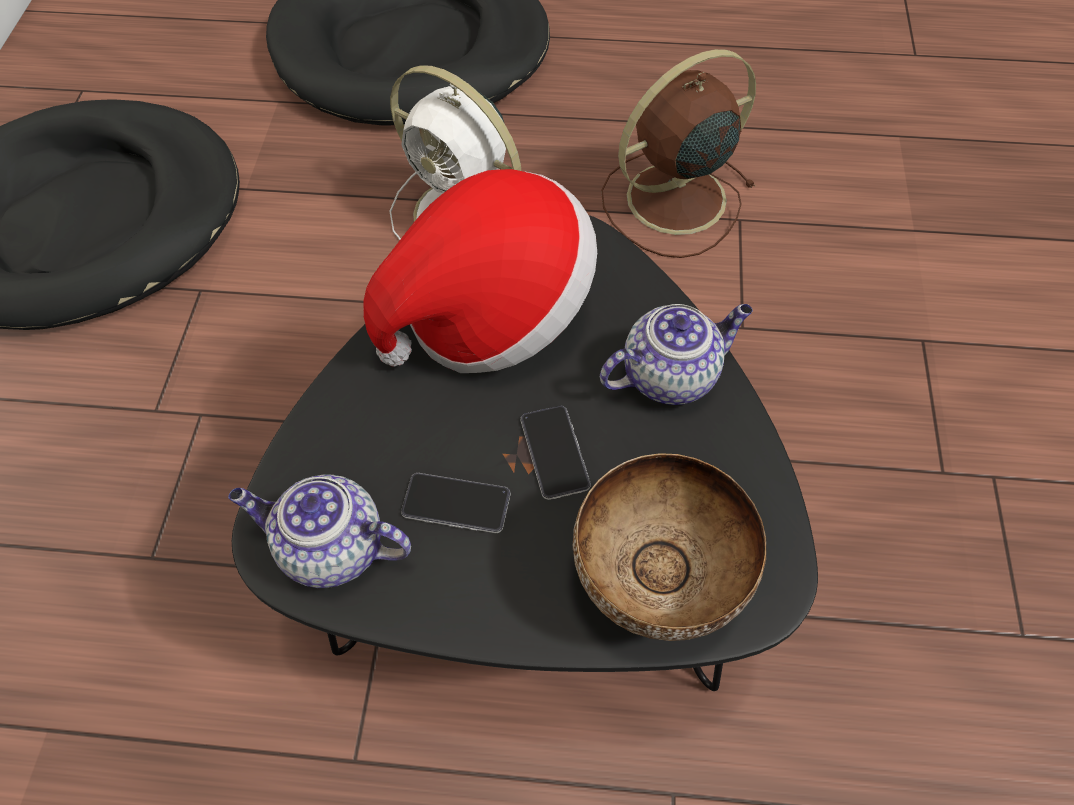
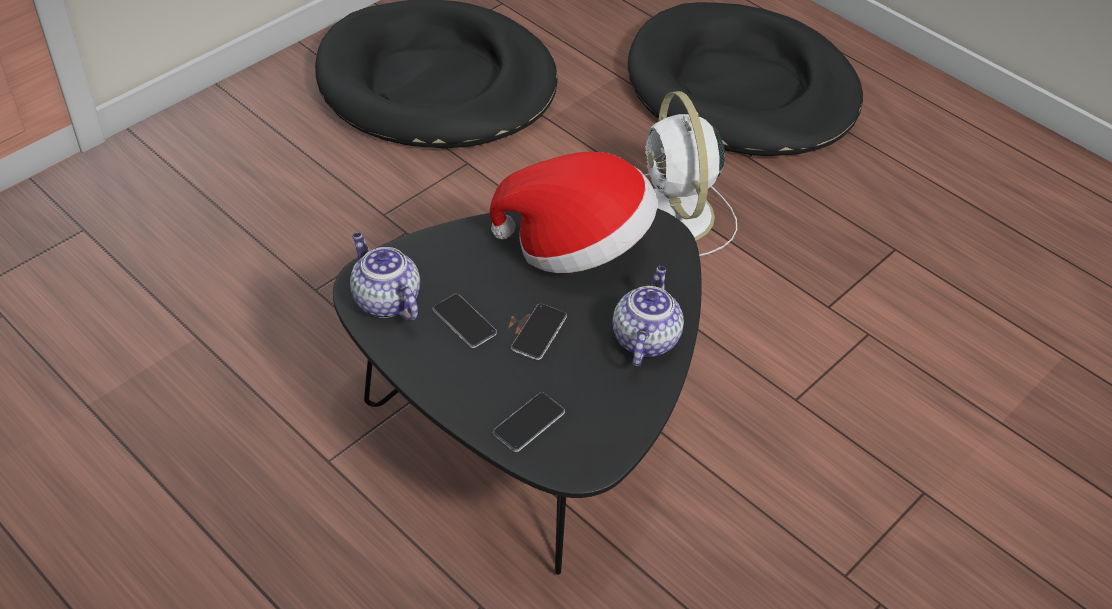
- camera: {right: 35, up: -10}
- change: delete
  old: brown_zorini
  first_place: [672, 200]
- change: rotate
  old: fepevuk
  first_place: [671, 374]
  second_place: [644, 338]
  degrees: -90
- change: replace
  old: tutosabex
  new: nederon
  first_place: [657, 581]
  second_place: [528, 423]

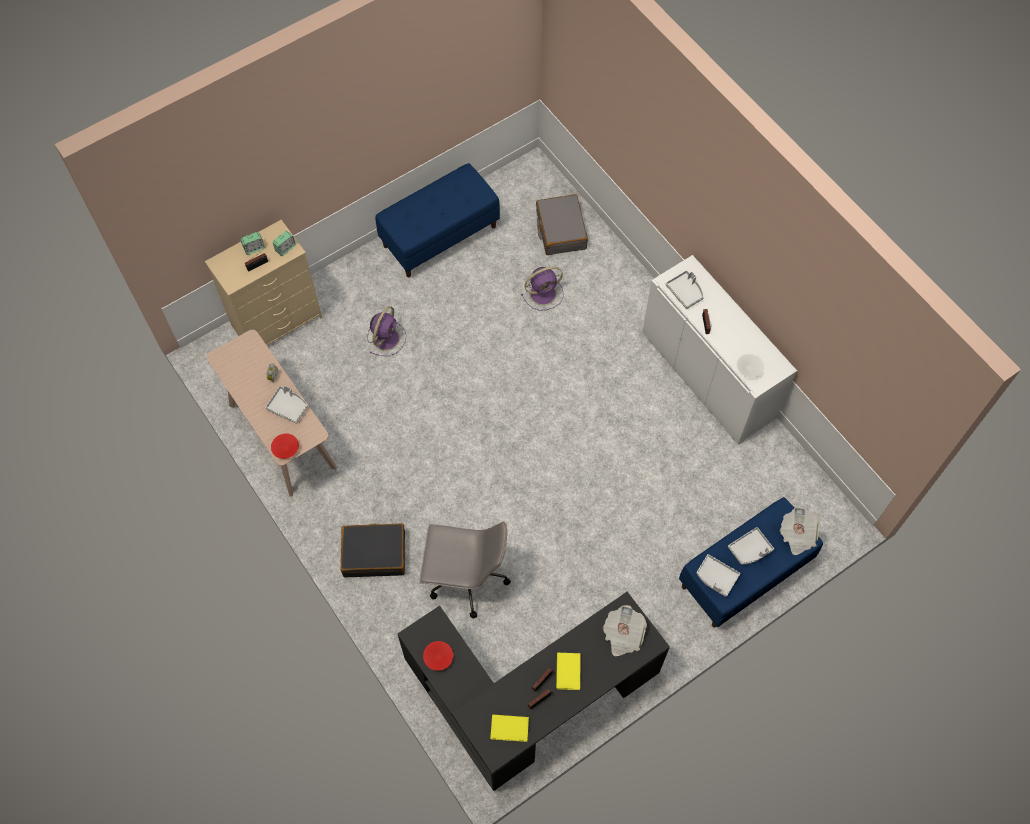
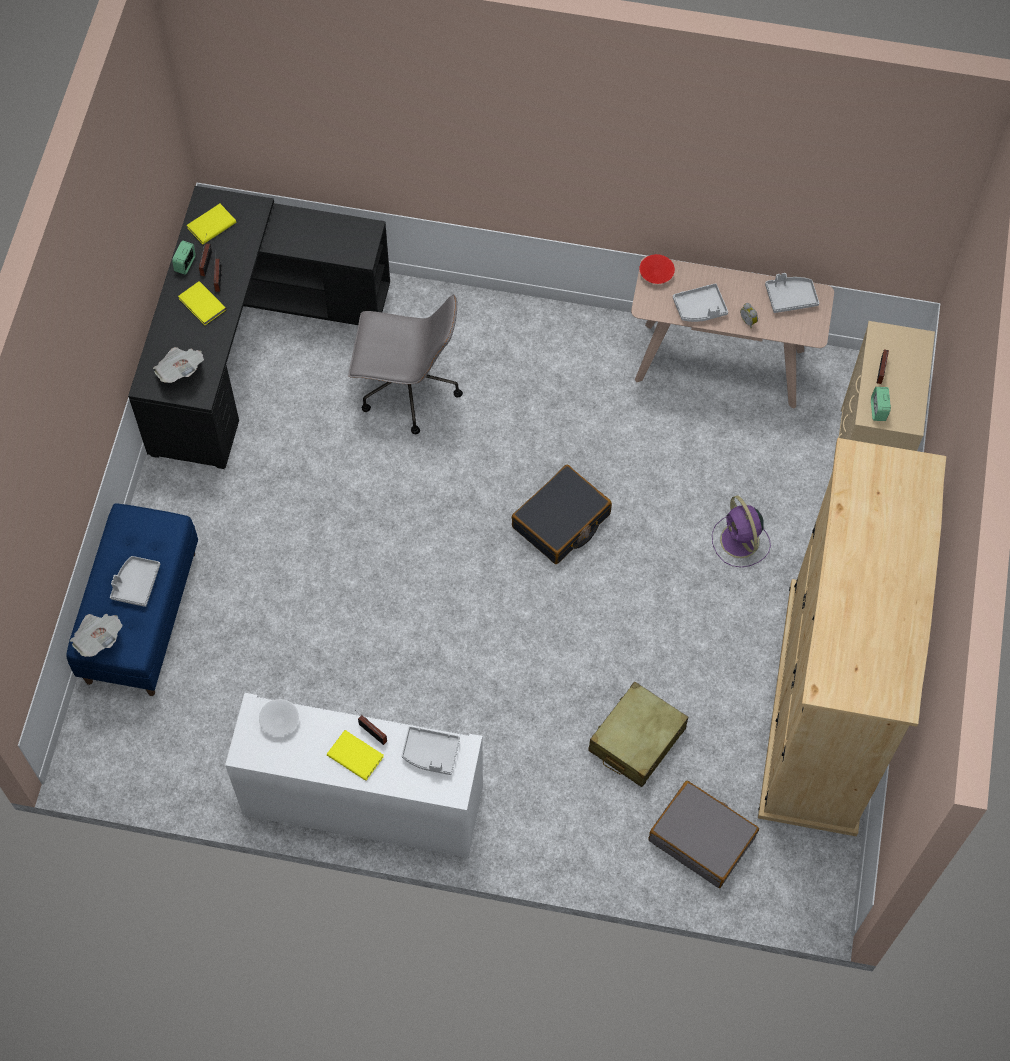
- camera: {right: 135, up: 0}
- change: replace
  old: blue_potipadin
  new: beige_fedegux
  first_place: [440, 235]
  second_place: [823, 706]
- change: move
  old: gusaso
  first_place: [254, 248]
  second_place: [185, 264]
- change: replace
  old: purple_zorini
  new: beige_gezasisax
  first_place: [544, 293]
  second_place: [636, 740]
- change: rotate
  old: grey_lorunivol
  first_place: [466, 579]
  second_place: [407, 390]
  degrees: -135
- change: move
  old: black_gezasisax
  first_place: [374, 553]
  second_place: [561, 521]
- change: move
  old: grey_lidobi
  first_place: [716, 577]
  second_place: [790, 297]
- change: delete
  old: red_tutosabex
  first_place: [438, 657]
- change: insert
  new: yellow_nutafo
  second_place: [355, 754]

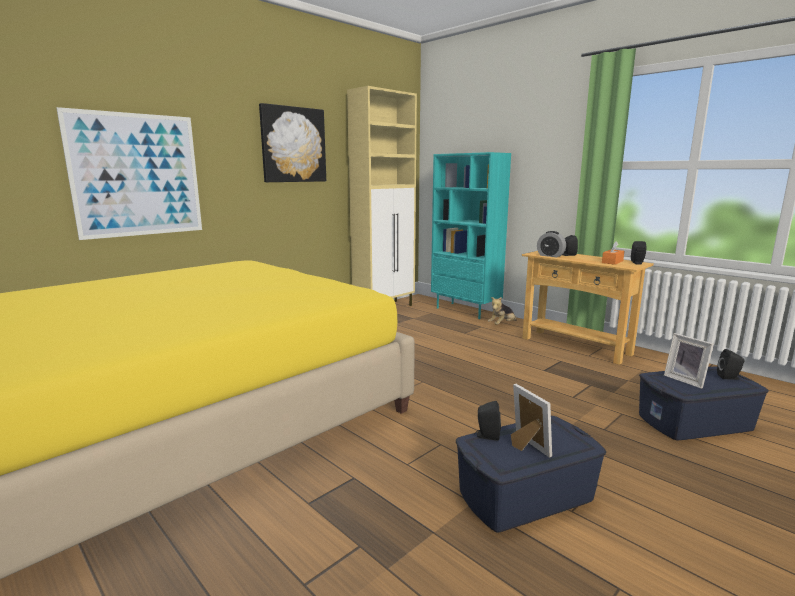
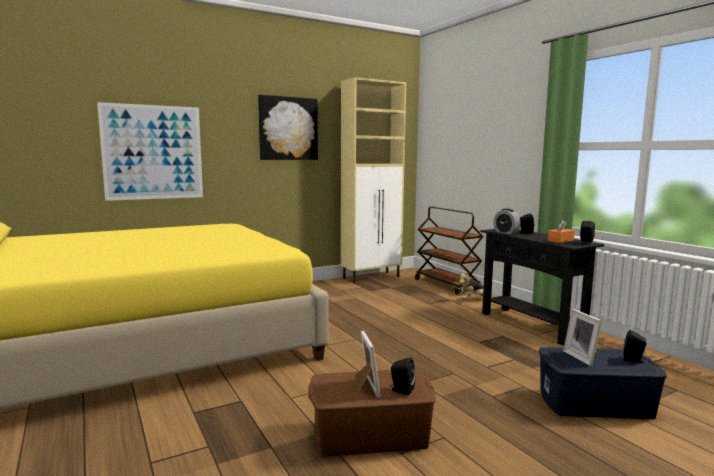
- camera: {right: 15, up: -5}
- change: replace
  old: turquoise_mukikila
  new: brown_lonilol
  first_place: [466, 311]
  second_place: [447, 285]
- change: recolor
  old: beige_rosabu
  new: black_rosabu
  first_place: [575, 346]
  second_place: [531, 325]
- change: move
  old: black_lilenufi
  first_place: [487, 436]
  second_place: [401, 390]
- change: recolor
  old: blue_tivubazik
  new: brown_tivubazik
  first_place: [524, 494]
  second_place: [370, 434]

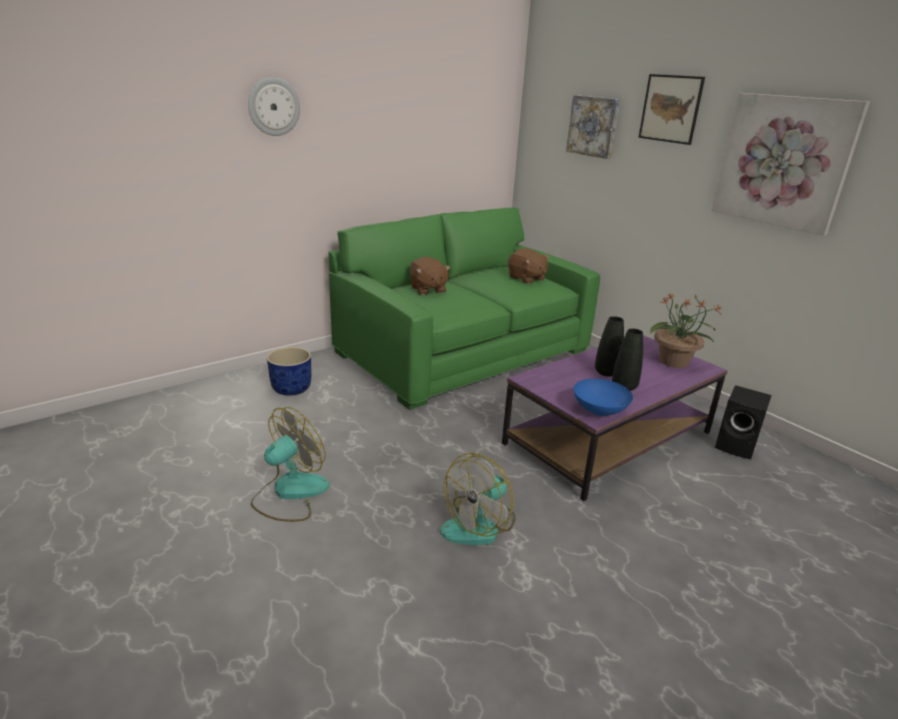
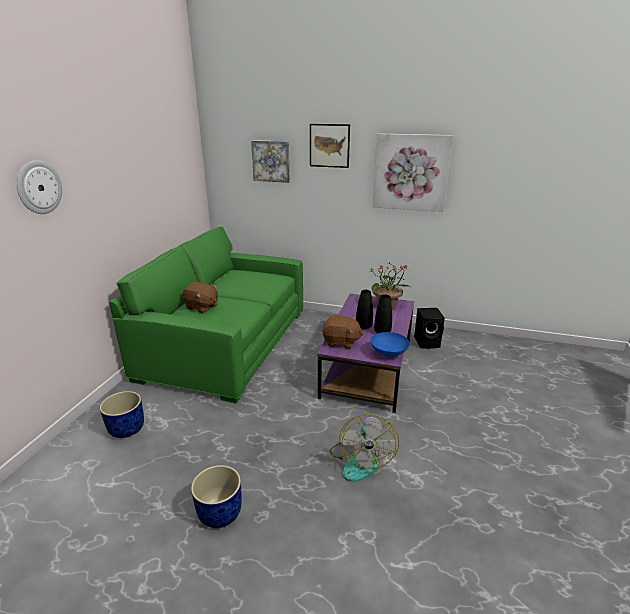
- camera: {right: -35, up: 0}
- change: move
  old: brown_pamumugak
  first_place: [526, 279]
  second_place: [341, 342]
- change: replace
  old: zorini
  new: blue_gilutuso
  first_place: [290, 493]
  second_place: [219, 513]

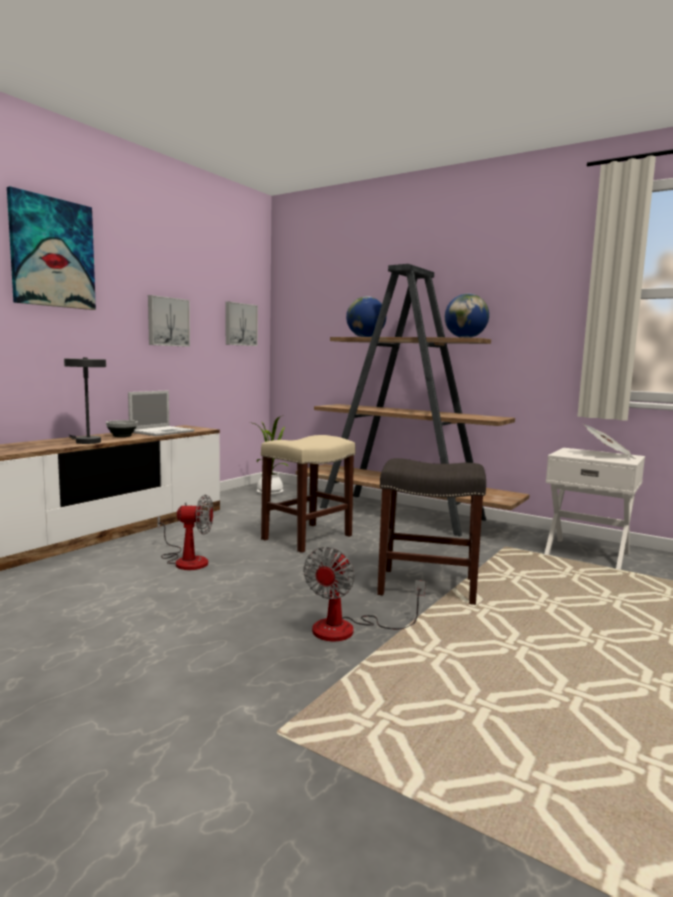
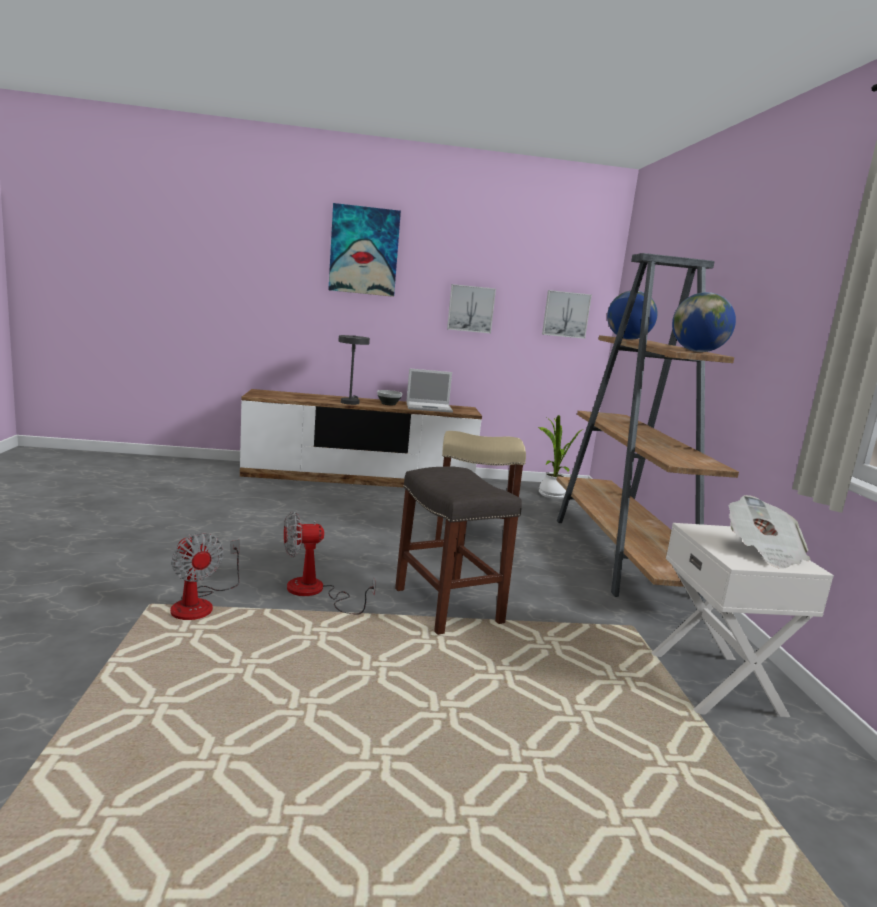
- camera: {right: 50, up: 5}
- change: move
  old: zorini
  first_place: [186, 560]
  second_place: [200, 604]

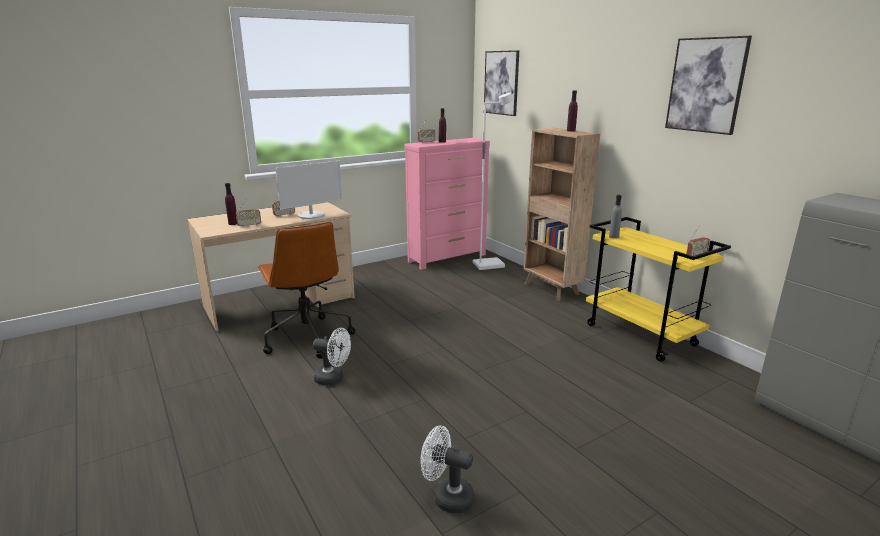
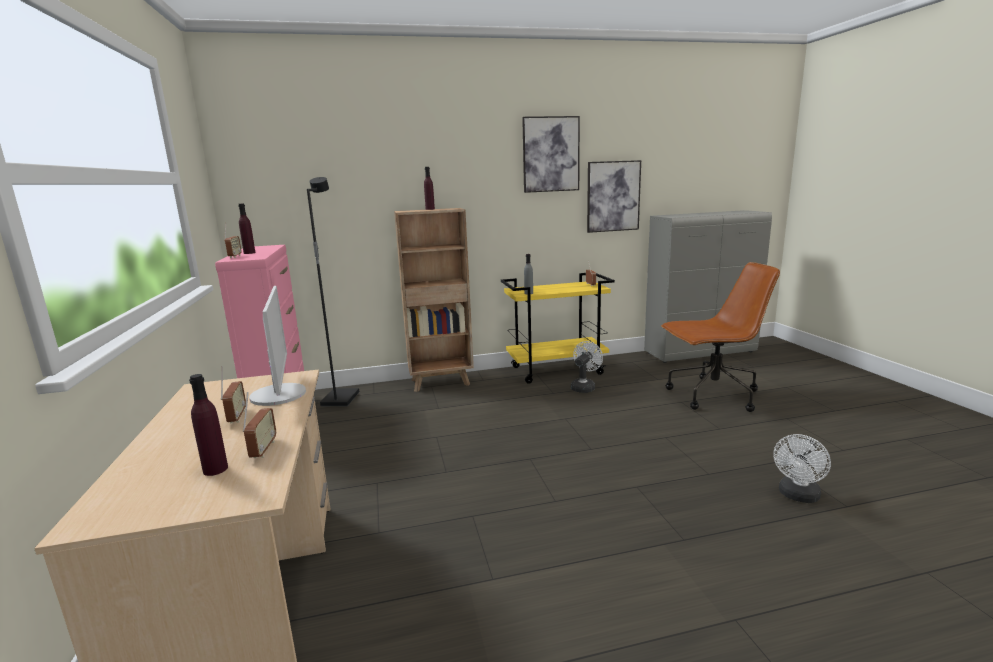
- camera: {right: -70, up: -5}
- change: move
  old: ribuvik
  first_place: [501, 83]
  second_place: [613, 196]
- change: recolor
  old: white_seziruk
  new: black_seziruk
  first_place: [488, 265]
  second_place: [339, 399]
- change: move
  old: brown_lorunivol
  first_place: [307, 337]
  second_place: [712, 396]
- change: move
  old: white_zorini
  first_place: [333, 378]
  second_place: [584, 387]

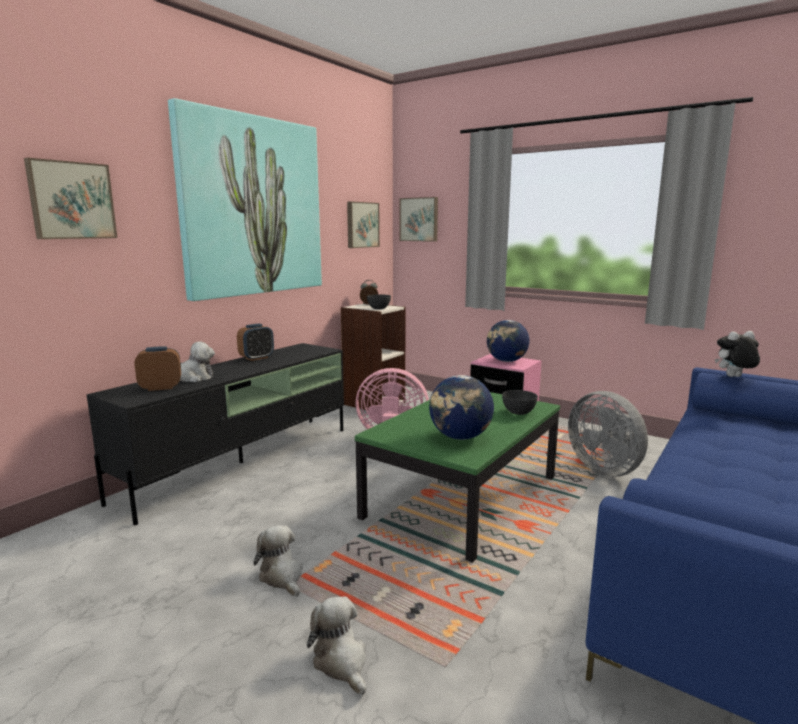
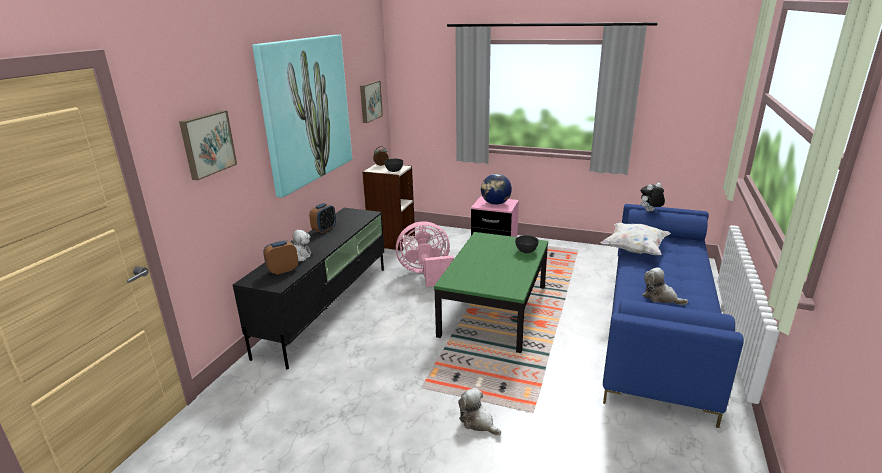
- camera: {right: -15, up: 10}
- change: delete
  old: ribuvik
  first_place: [419, 219]
- change: delete
  old: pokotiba
  first_place: [460, 437]
- change: delete
  old: grey_zorini
  first_place: [606, 469]
- change: move
  old: pamumugak
  first_place: [282, 576]
  second_place: [660, 297]
- change: insert
  new: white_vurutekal
  second_place: [634, 250]

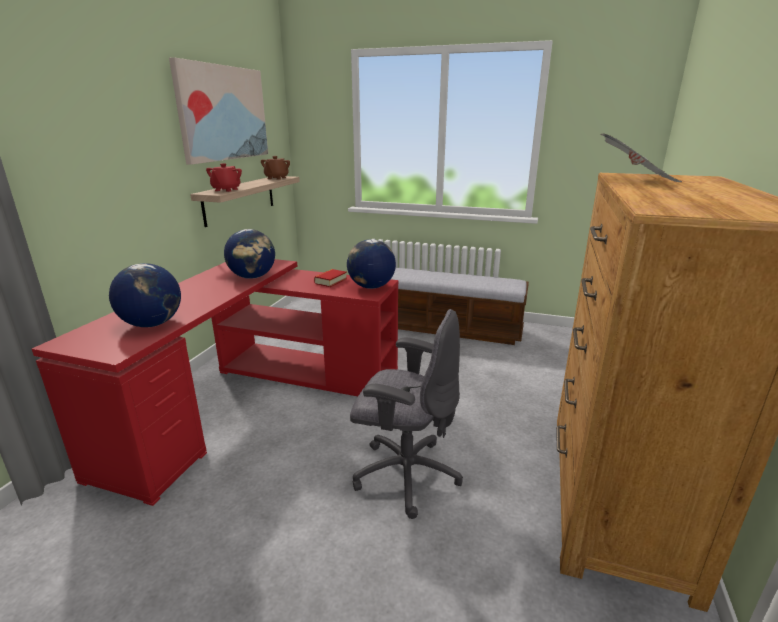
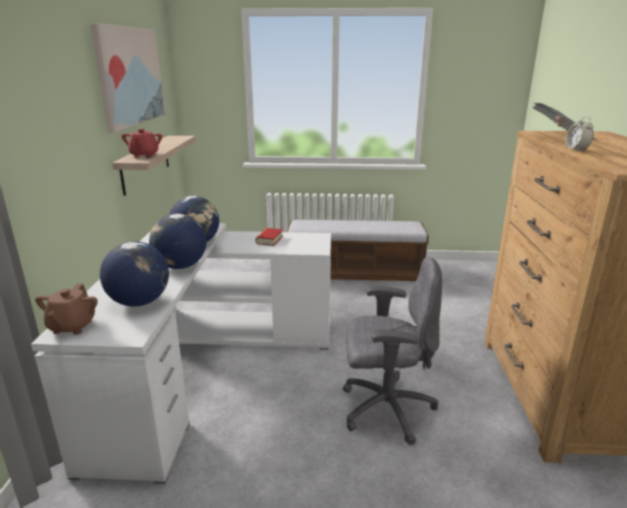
- camera: {right: -15, up: 0}
- change: move
  old: brown_fepevuk
  first_place: [276, 178]
  second_place: [72, 326]
- change: move
  old: pokotiba
  first_place: [371, 287]
  second_place: [180, 266]
- change: recolor
  old: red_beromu
  new: white_beromu
  first_place: [254, 397]
  second_place: [205, 363]
- change: insert
  new: gusaso
  second_place: [576, 150]

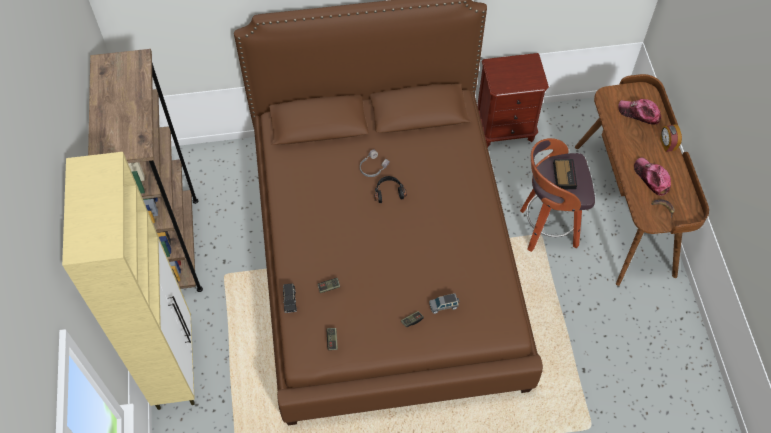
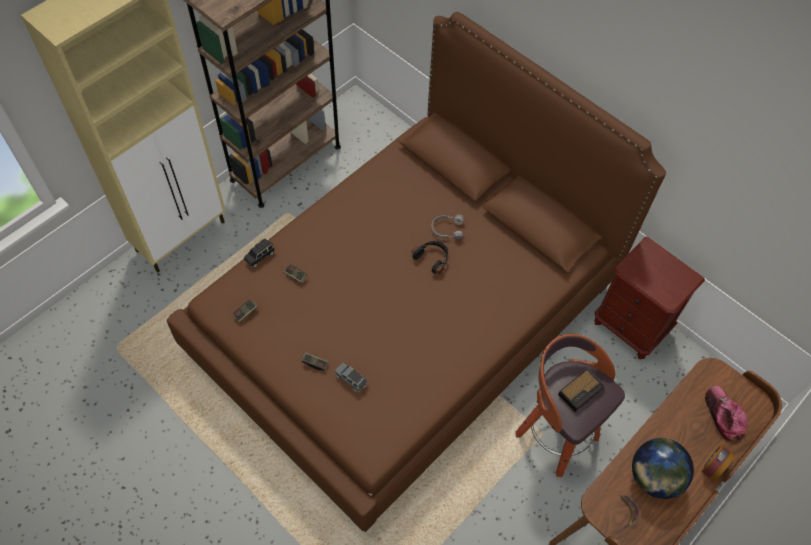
- camera: {right: 50, up: 0}
- change: replace
  old: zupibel
  new: pokotiba
  first_place: [651, 178]
  second_place: [654, 477]

